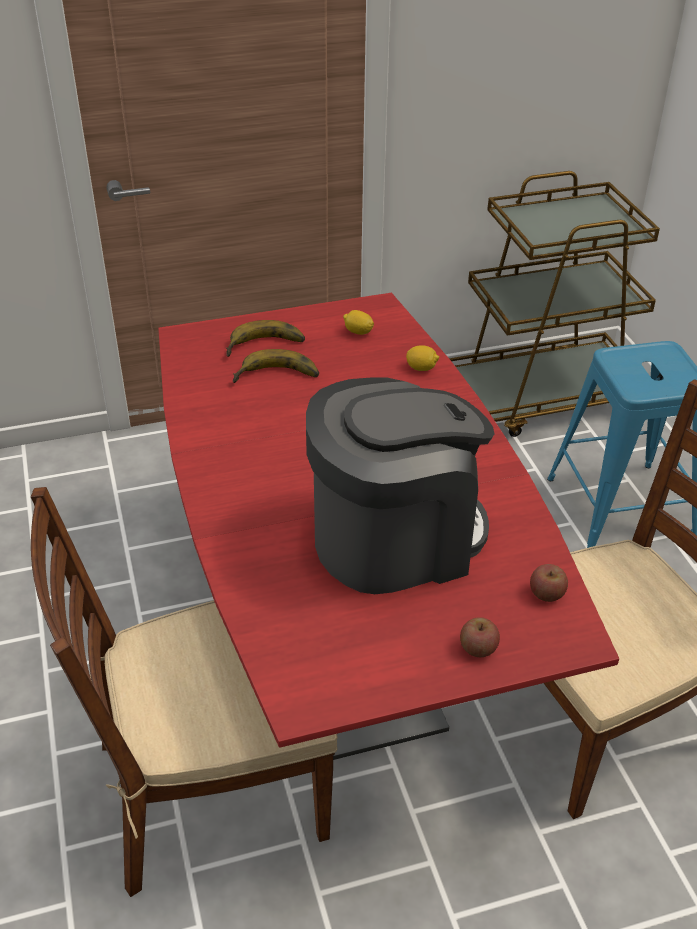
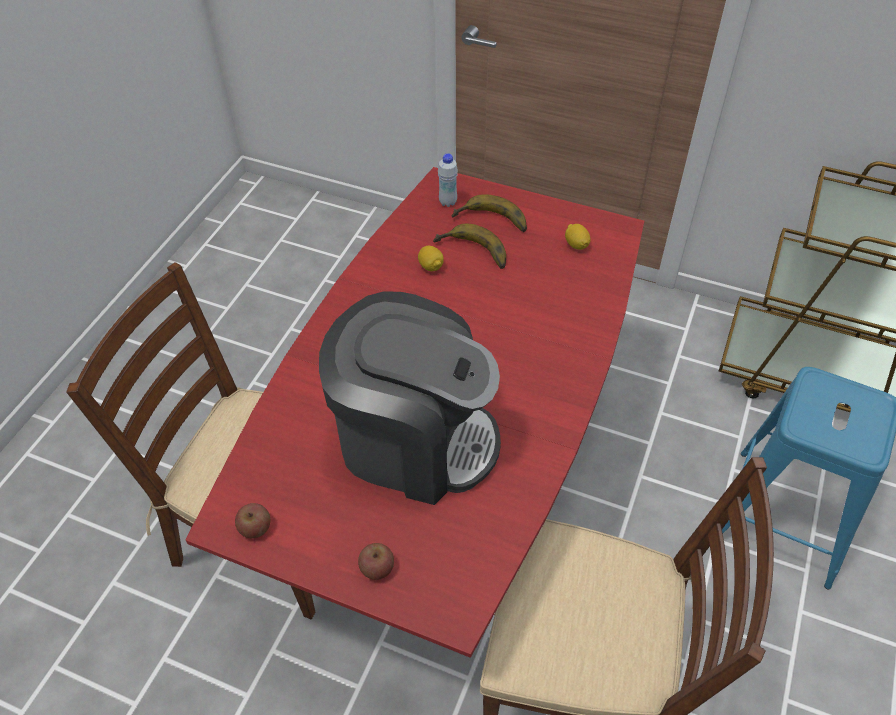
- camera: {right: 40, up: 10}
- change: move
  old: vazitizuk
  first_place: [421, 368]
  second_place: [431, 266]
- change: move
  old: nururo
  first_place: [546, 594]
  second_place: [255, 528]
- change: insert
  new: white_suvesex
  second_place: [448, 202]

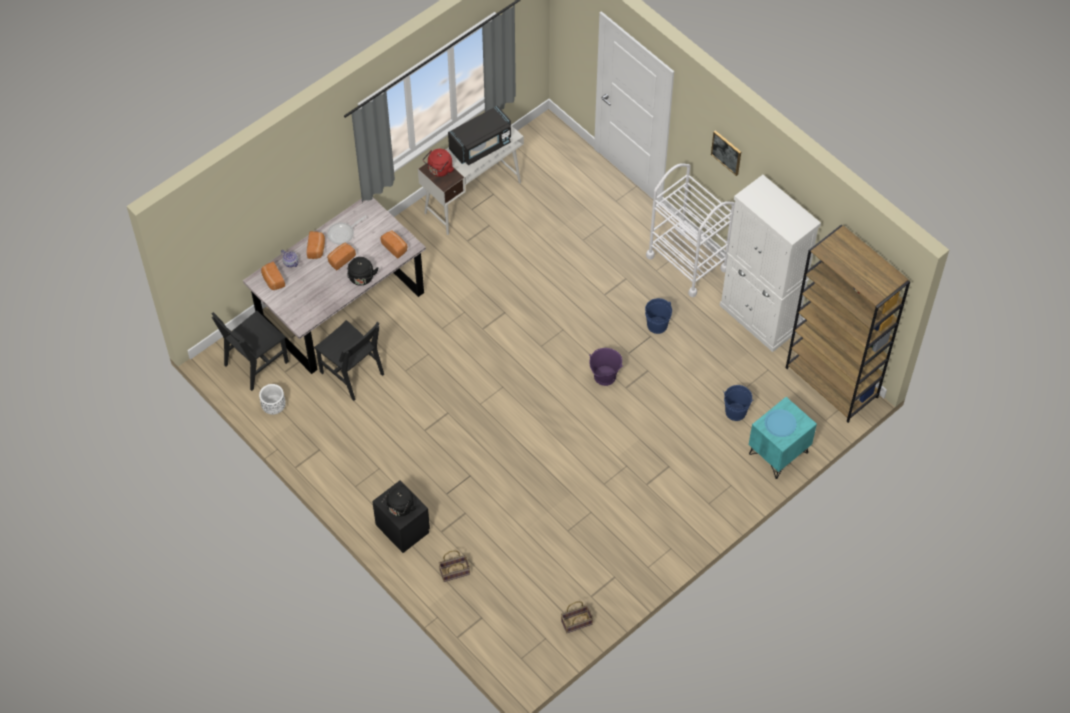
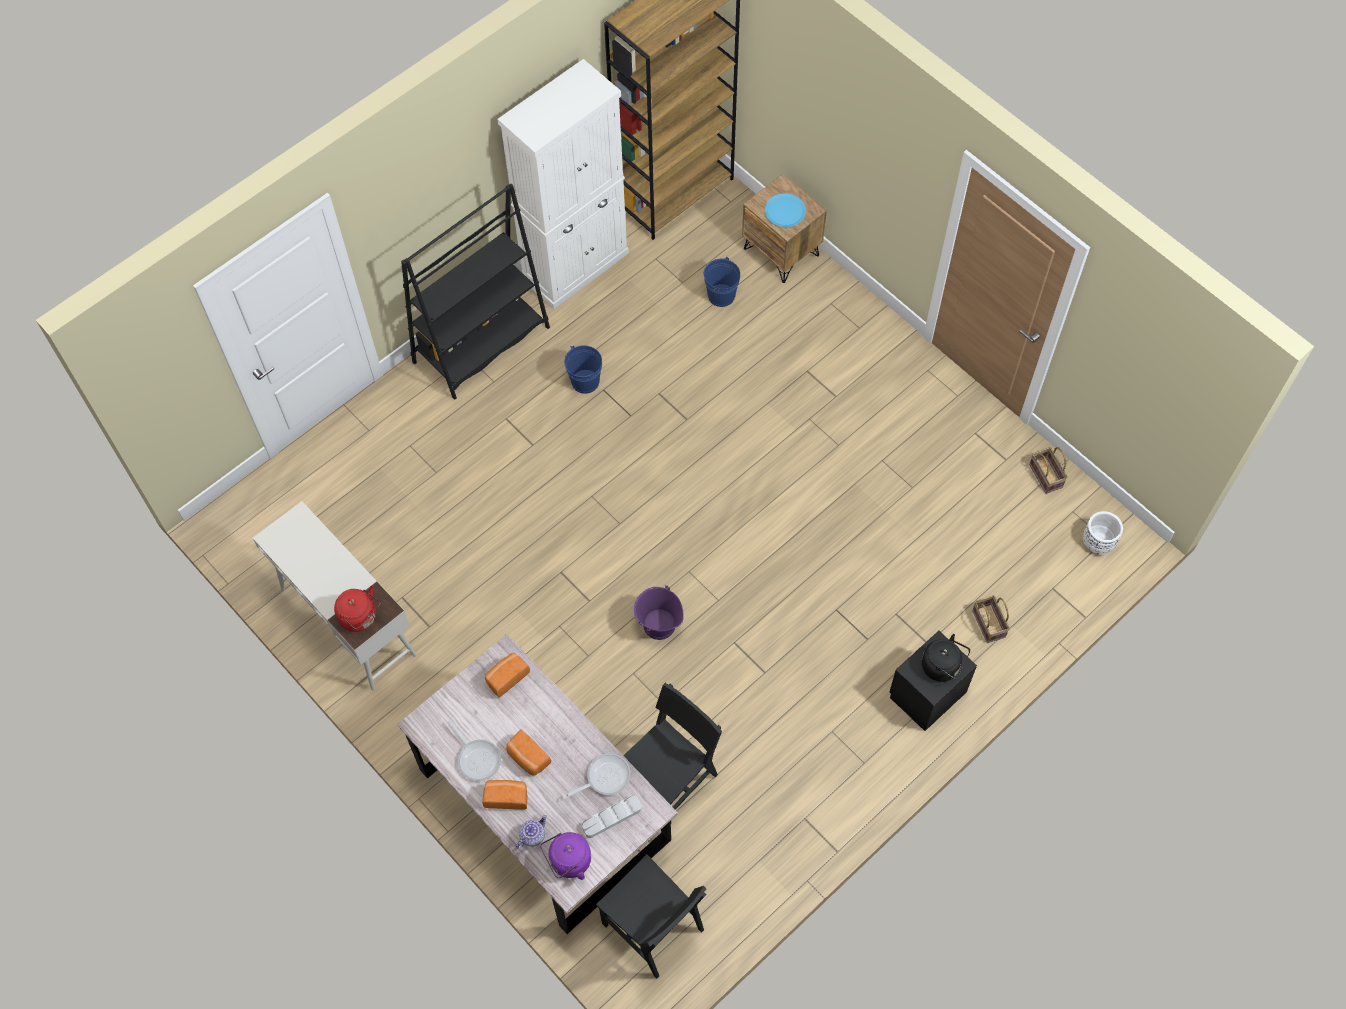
- camera: {right: -90, up: 5}
- change: delete
  old: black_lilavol
  first_place: [481, 146]
- change: delete
  old: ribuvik
  first_place: [726, 152]
- change: replace
  old: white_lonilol
  new: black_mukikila
  first_place: [687, 262]
  second_place: [481, 345]
- change: delete
  old: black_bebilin
  first_place: [361, 278]
- change: replace
  old: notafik
  new: purple_bebilin
  first_place: [273, 280]
  second_place: [568, 862]
- change: move
  old: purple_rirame
  first_place: [604, 376]
  second_place: [659, 625]
- change: move
  old: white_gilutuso
  first_place: [274, 407]
  second_place: [1098, 542]
- change: recolor
  old: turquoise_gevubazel
  new: brown_gevubazel
  first_place: [778, 453]
  second_place: [782, 252]
- change: insert
  new: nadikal
  second_place: [604, 777]
- change: insert
  new: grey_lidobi
  second_place: [611, 817]

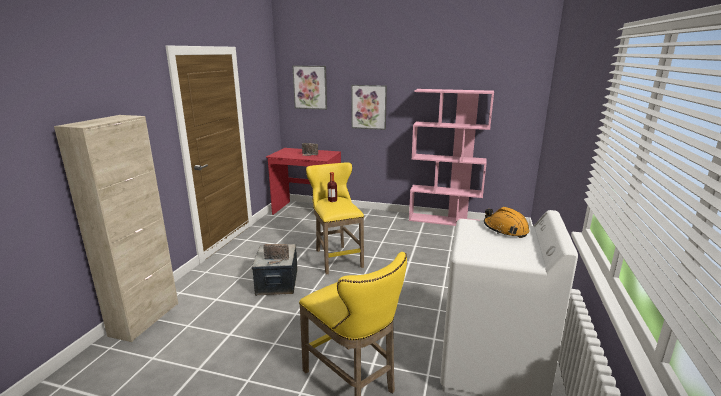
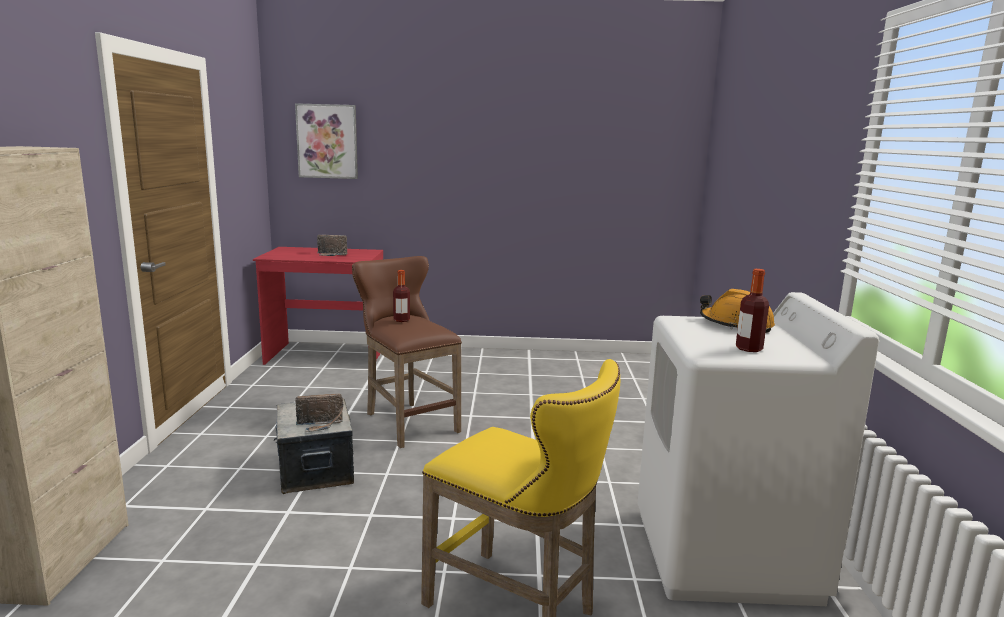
- camera: {right: -15, up: -5}
- change: delete
  old: ribuvik
  first_place: [369, 107]
- change: delete
  old: pink_mukikila
  first_place: [444, 220]
- change: recolor
  old: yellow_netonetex
  new: brown_netonetex
  first_place: [336, 257]
  second_place: [407, 421]
- change: insert
  new: suvesex
  second_place: [749, 349]

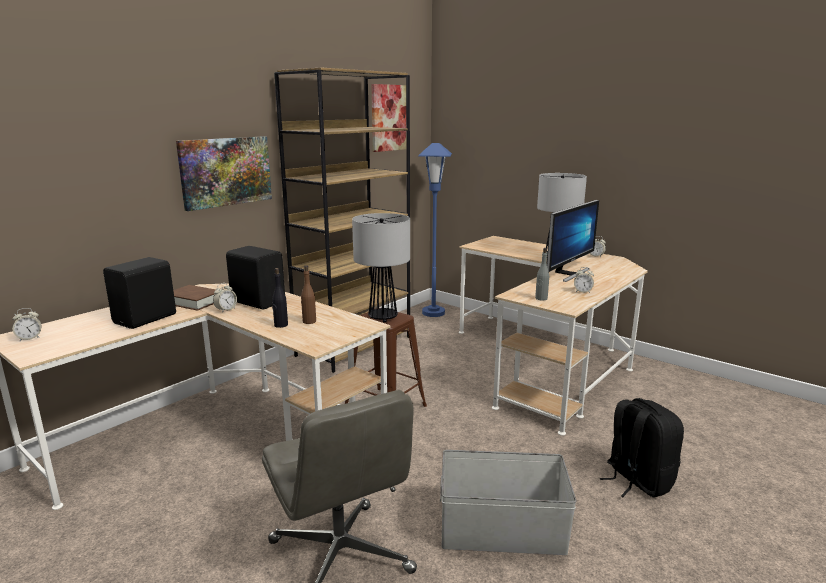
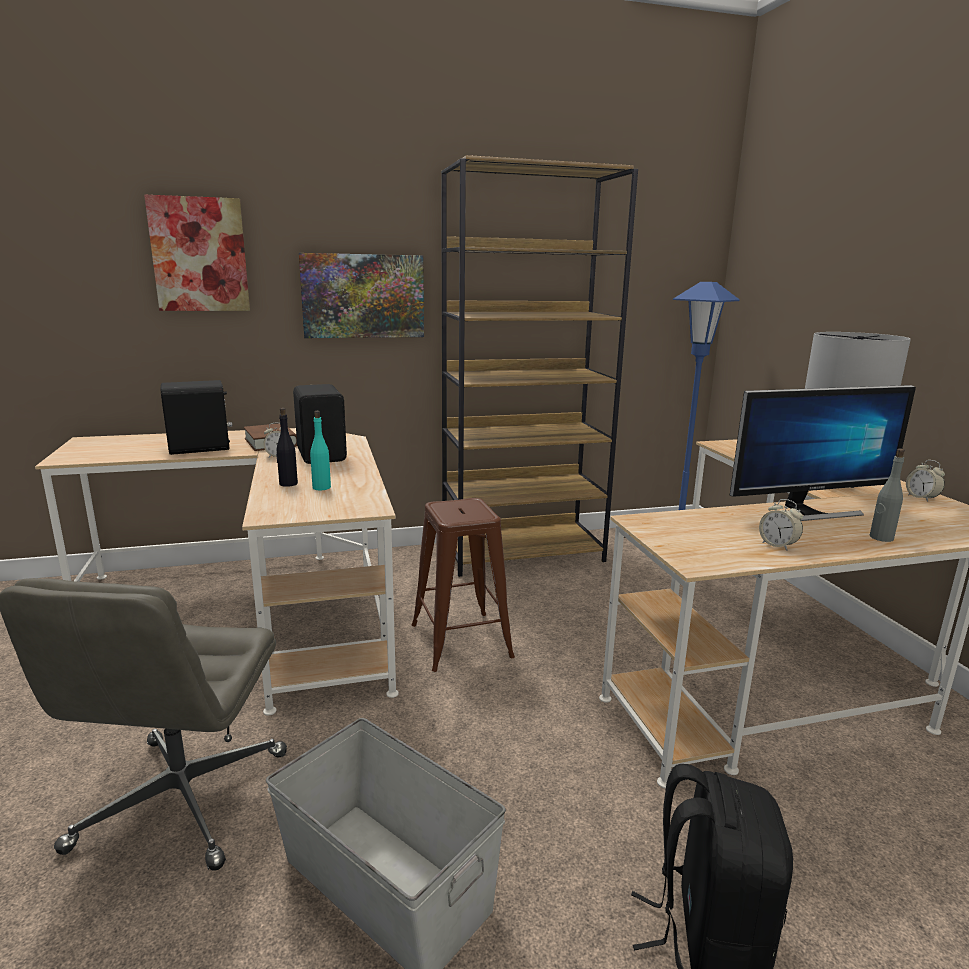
- camera: {right: 35, up: 0}
- change: move
  old: ribuvik
  first_place: [389, 118]
  second_place: [199, 255]
- change: delete
  old: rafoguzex
  first_place: [382, 318]
- change: move
  old: grey_suvesex
  first_place: [541, 298]
  second_place: [881, 538]
- change: recolor
  old: brown_suvesex
  new: turquoise_suvesex
  first_place: [309, 321]
  second_place: [321, 487]
- change: delete
  old: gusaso
  first_place: [30, 338]

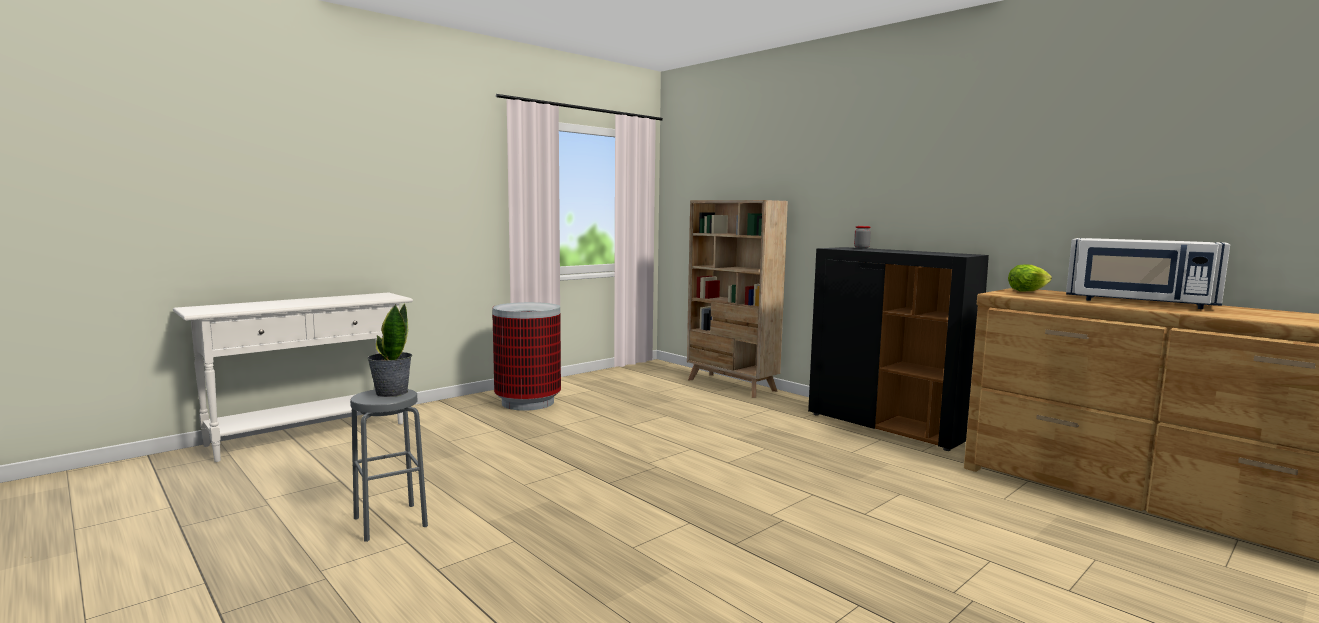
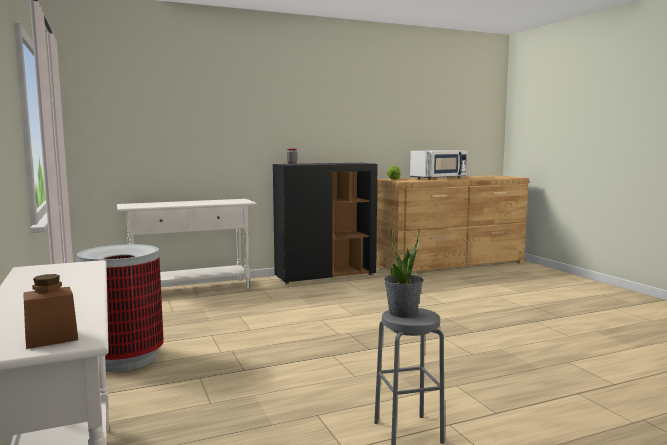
- camera: {right: -70, up: 0}
- change: replace
  old: beige_mukikila
  new: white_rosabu
  first_place: [731, 385]
  second_place: [191, 289]
- change: insert
  new: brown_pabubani
  second_place: [51, 338]

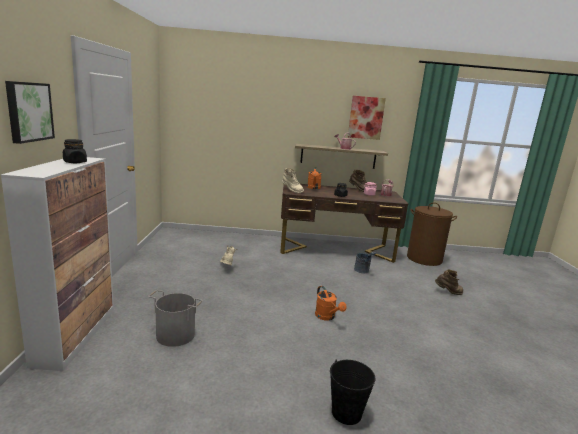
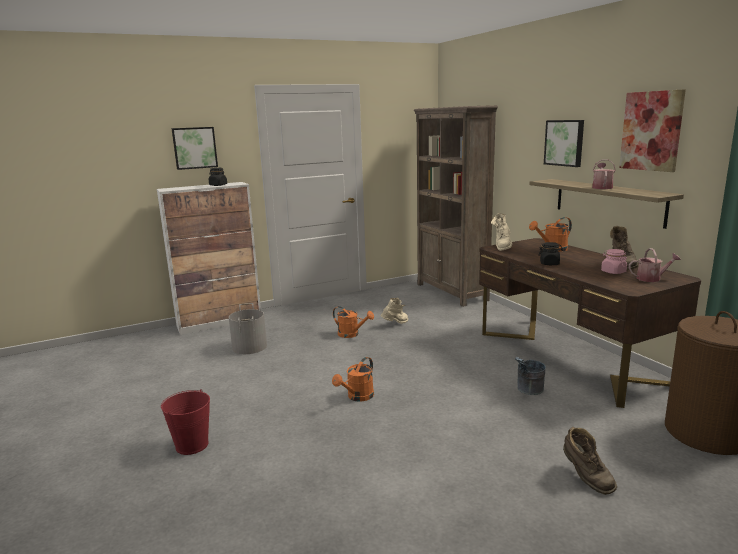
- camera: {right: 65, up: 0}
- change: recolor
  old: black_rirame
  new: red_rirame
  first_place: [346, 412]
  second_place: [192, 445]
- change: insert
  new: brown_mukikila
  second_place: [451, 292]
- change: insert
  new: ribuvik
  second_place: [565, 143]
- change: insert
  new: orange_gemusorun
  second_place: [352, 334]

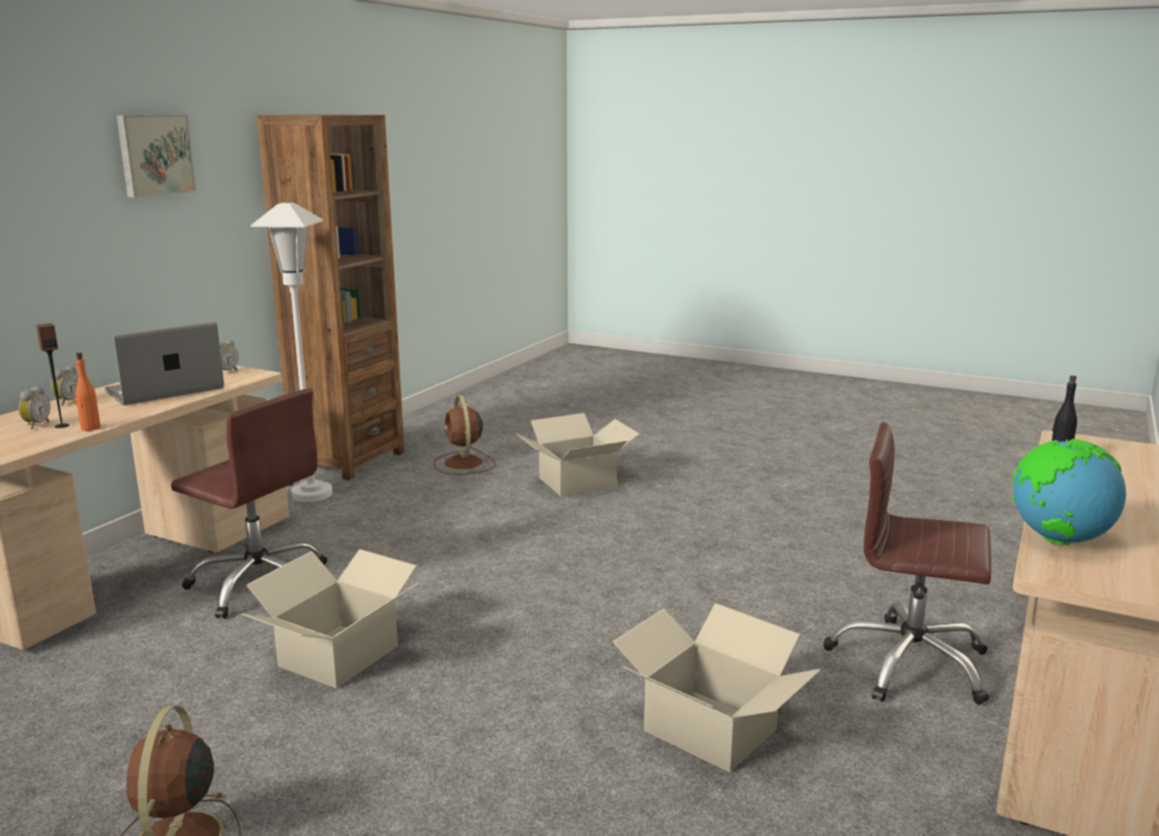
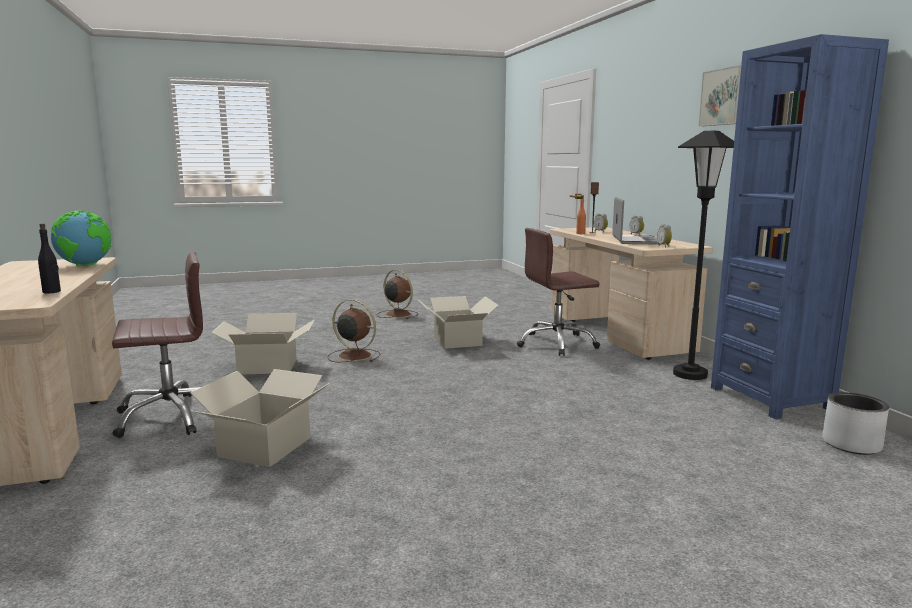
- camera: {right: 135, up: -5}
- change: recolor
  old: brown_mukikila
  new: blue_mukikila
  first_place: [348, 460]
  second_place: [771, 398]
- change: recolor
  old: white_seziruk
  new: black_seziruk
  first_place: [312, 494]
  second_place: [690, 374]
- change: move
  old: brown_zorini
  first_place: [464, 464]
  second_place: [353, 355]
- change: move
  old: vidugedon
  first_place: [578, 482]
  second_place: [264, 447]
- change: insert
  new: grey_gilutuso
  second_place: [851, 445]

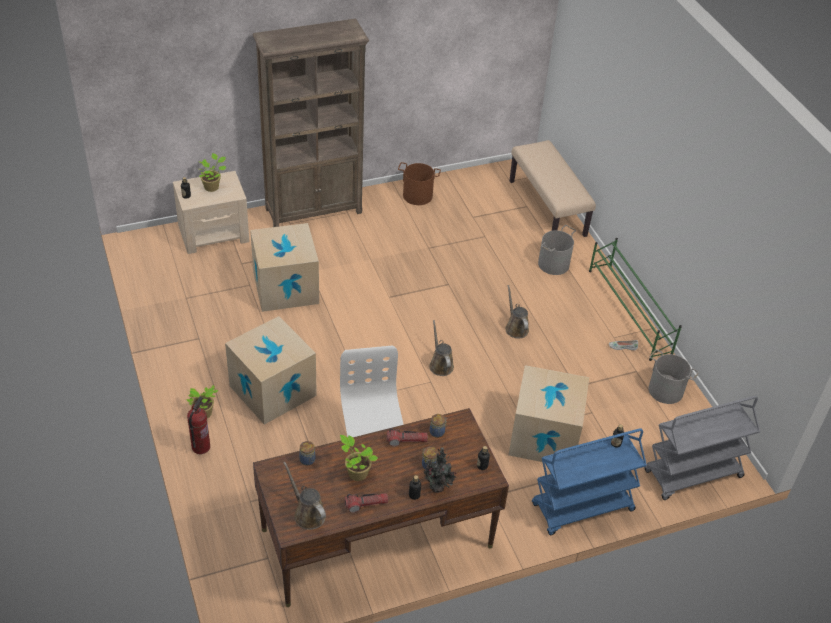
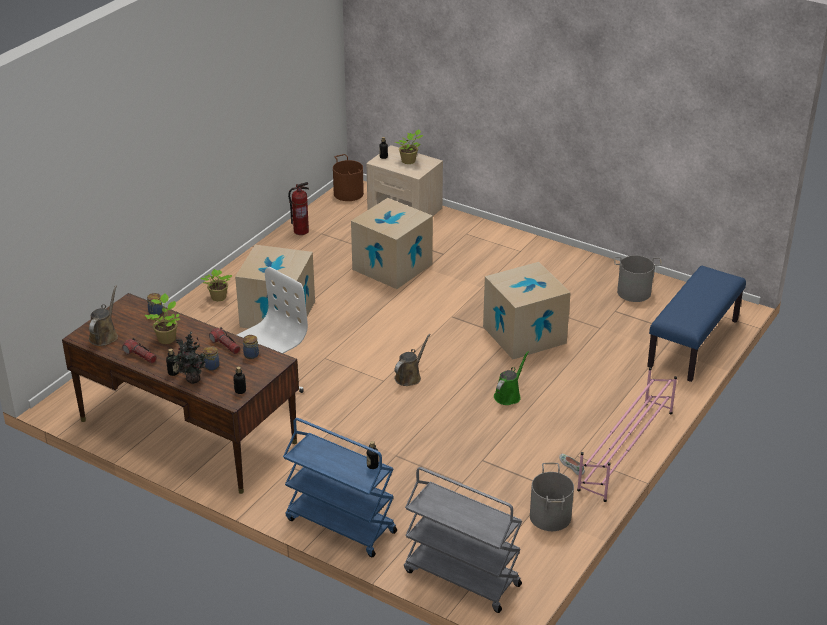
- camera: {right: 55, up: -10}
- change: delete
  old: brown_mukikila
  first_place: [314, 210]
- change: recolor
  old: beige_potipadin
  new: blue_potipadin
  first_place: [548, 208]
  second_place: [694, 344]
- change: move
  old: brown_rirame
  first_place: [417, 195]
  second_place: [349, 193]
- change: move
  old: grey_rirame
  first_place: [554, 264]
  second_place: [634, 292]
- change: recolor
  old: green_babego
  new: pink_babego
  first_place: [629, 312]
  second_place: [625, 450]
- change: recolor
  old: brown_gemusorun
  new: green_gemusorun
  first_place: [515, 327]
  second_place: [508, 395]
- change: move
  old: vidugedon
  first_place: [544, 436]
  second_place: [524, 335]
- change: move
  old: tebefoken
  first_place: [200, 447]
  second_place: [301, 231]

